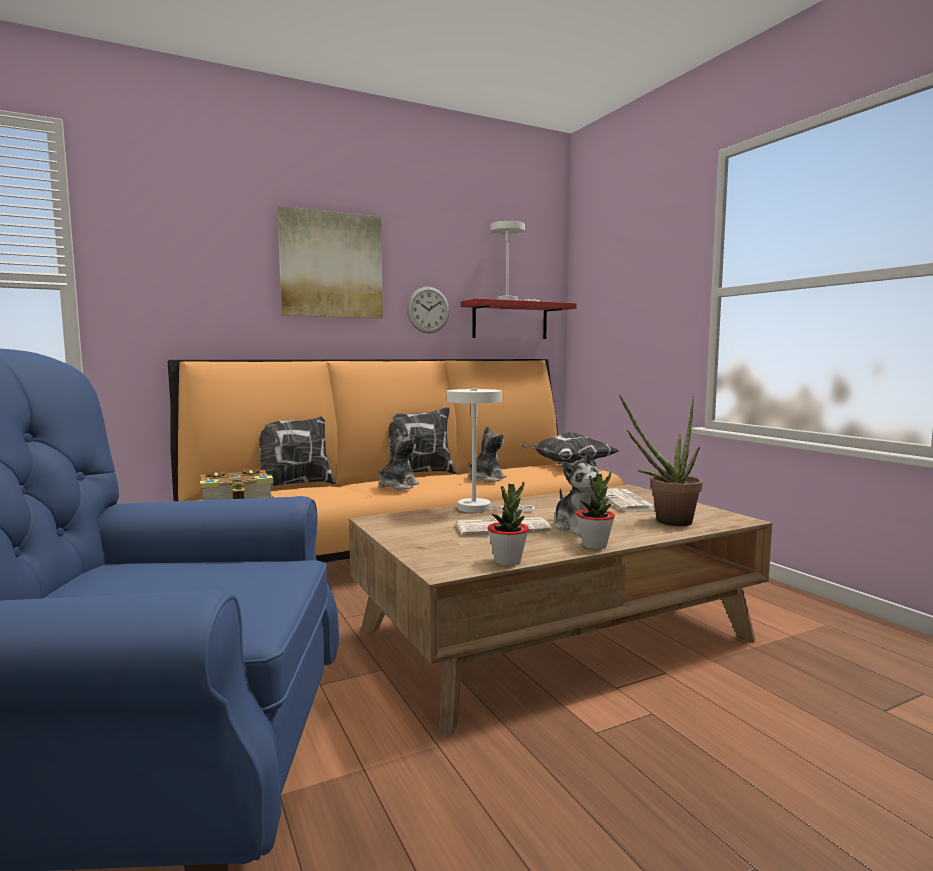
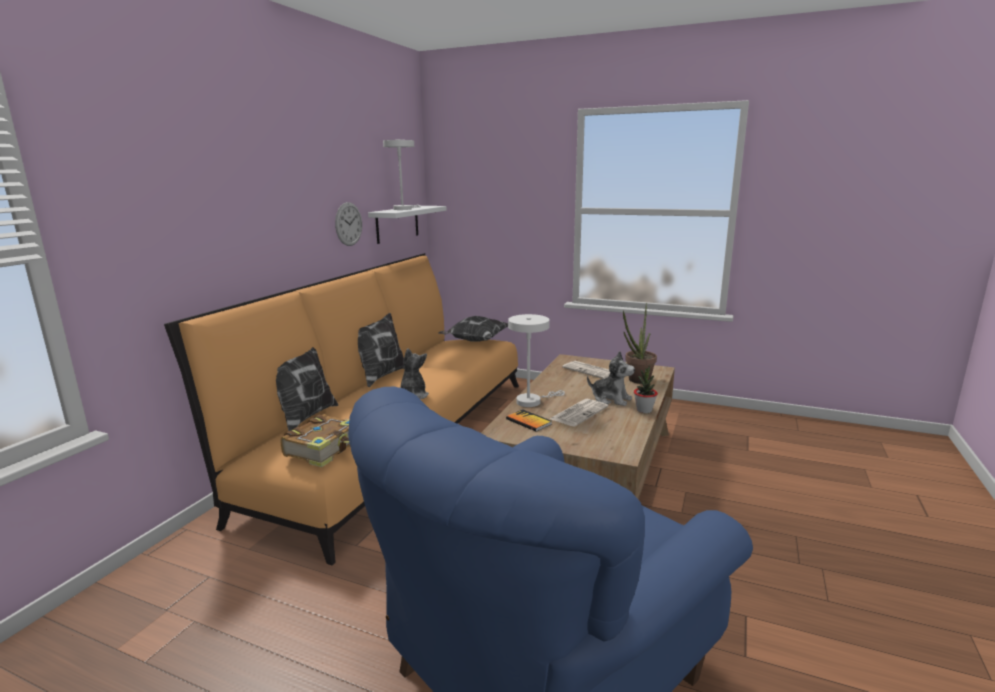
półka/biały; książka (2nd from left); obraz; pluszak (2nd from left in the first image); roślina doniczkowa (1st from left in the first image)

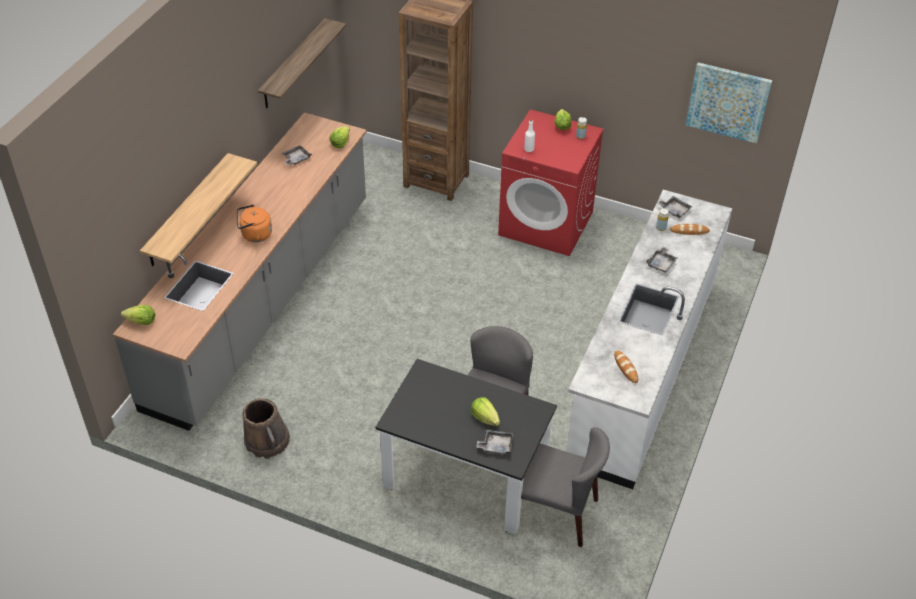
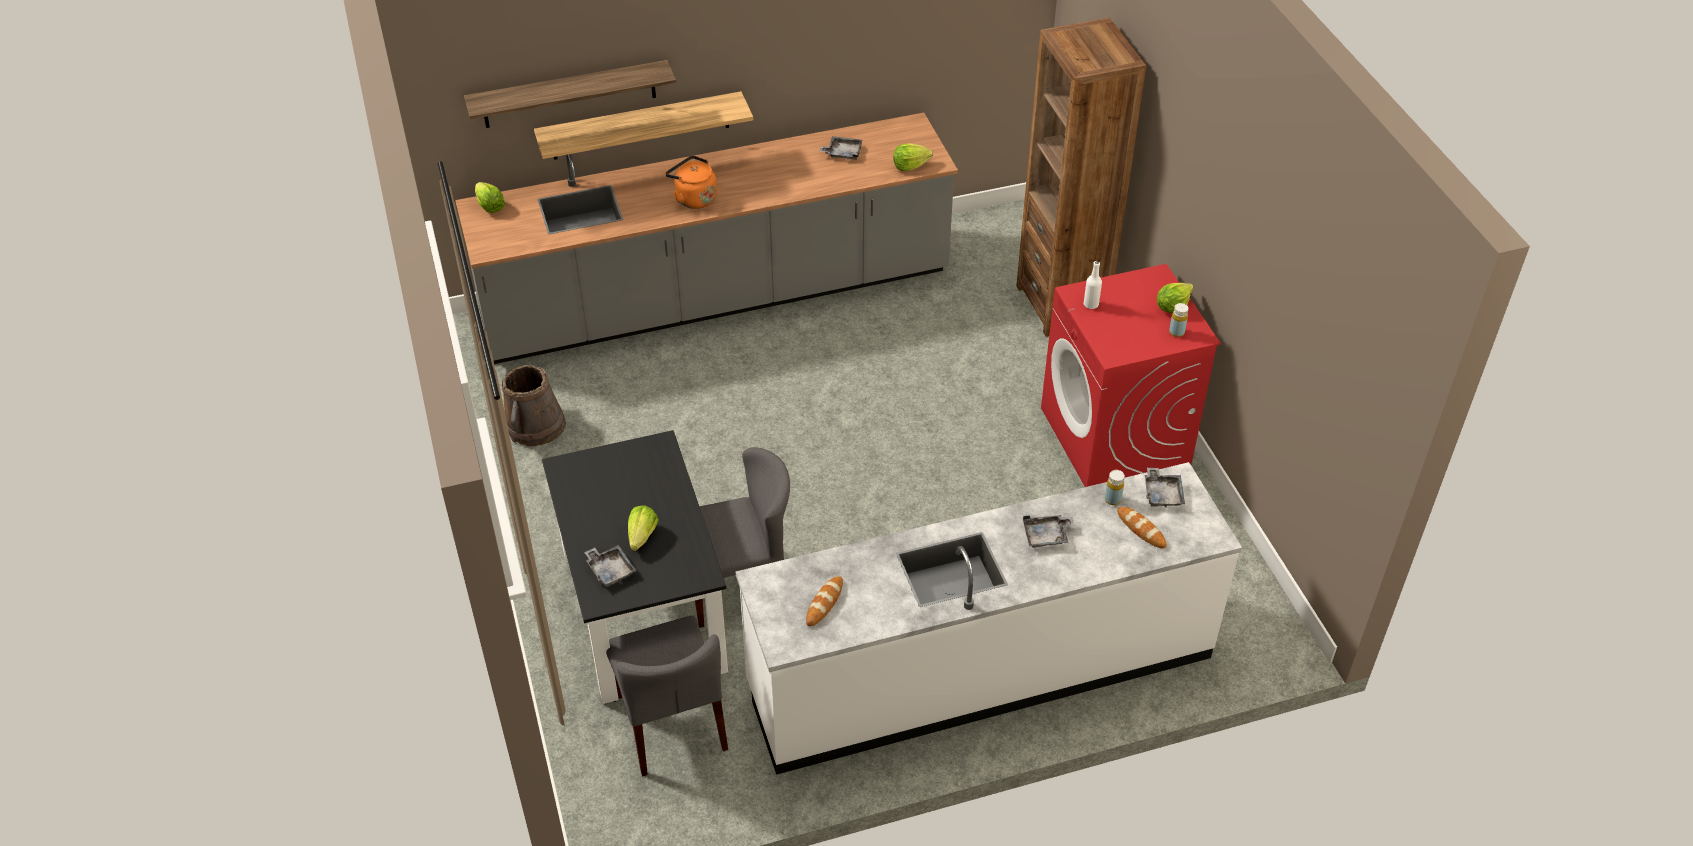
półka (1st from left); obraz

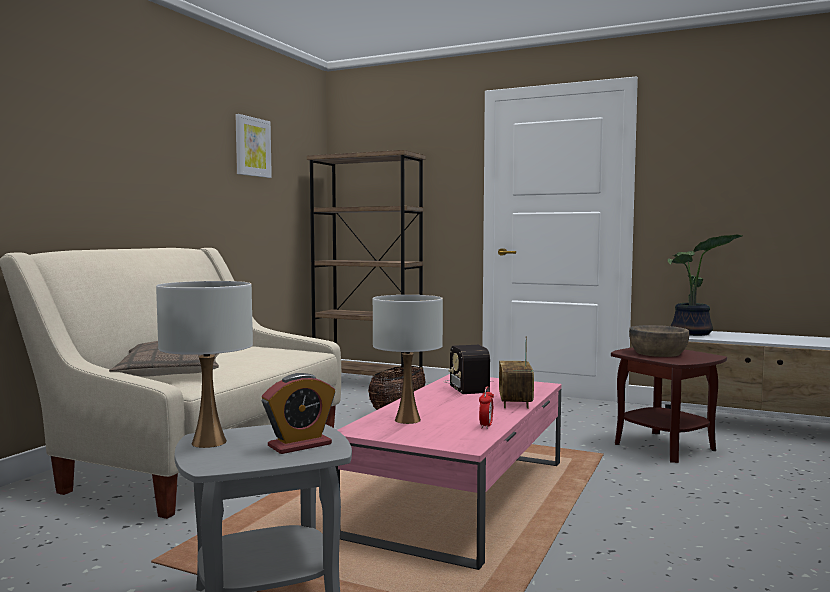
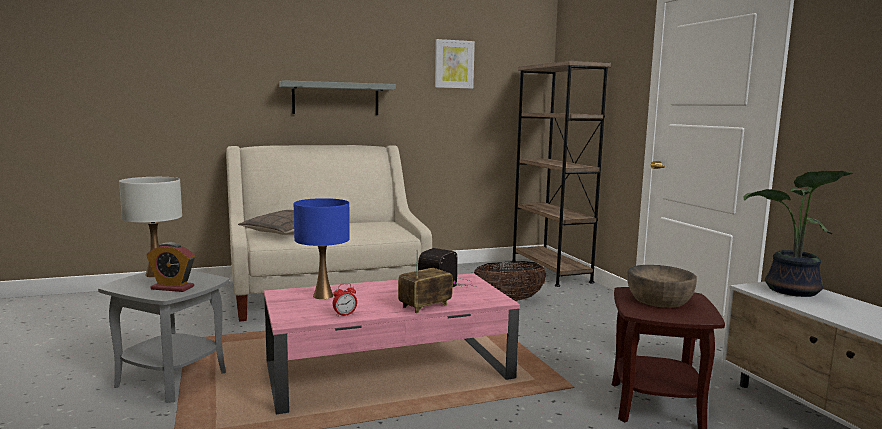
półka/szary; lampa stołowa/niebieski

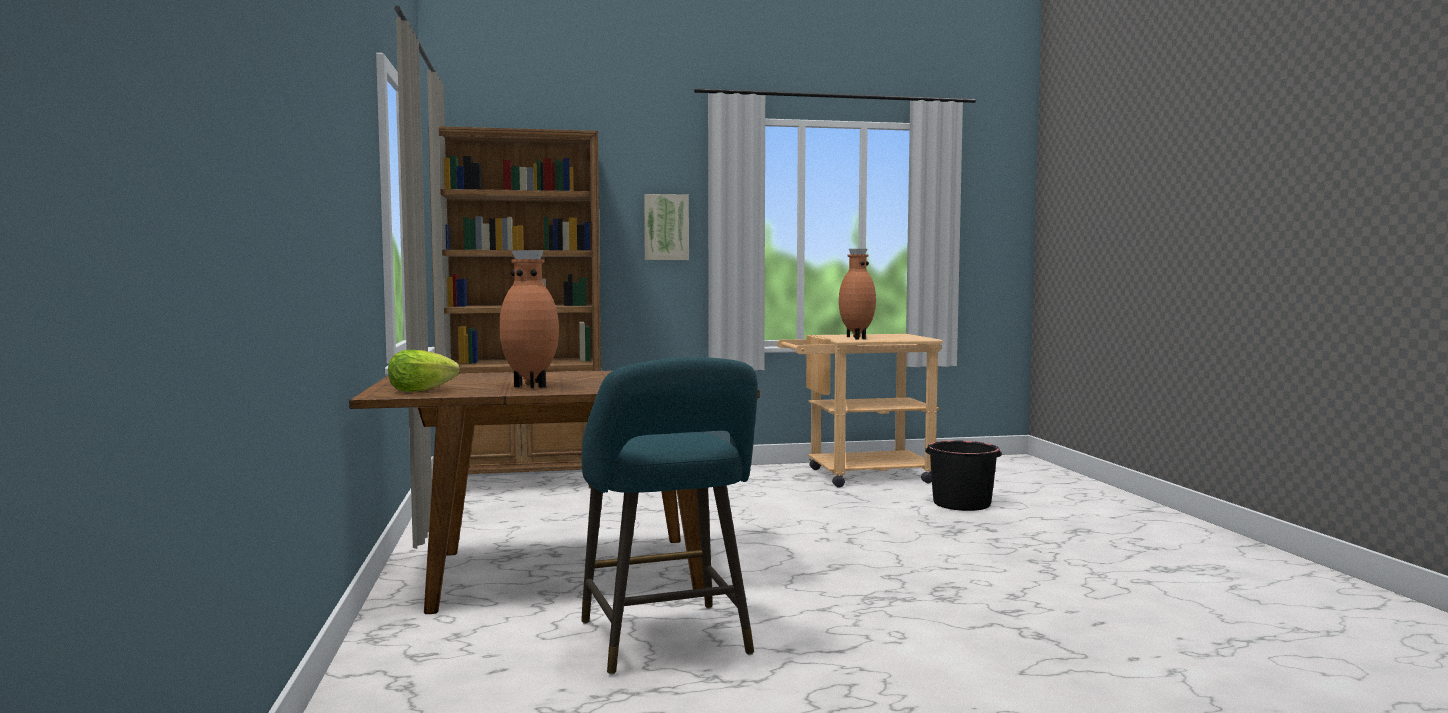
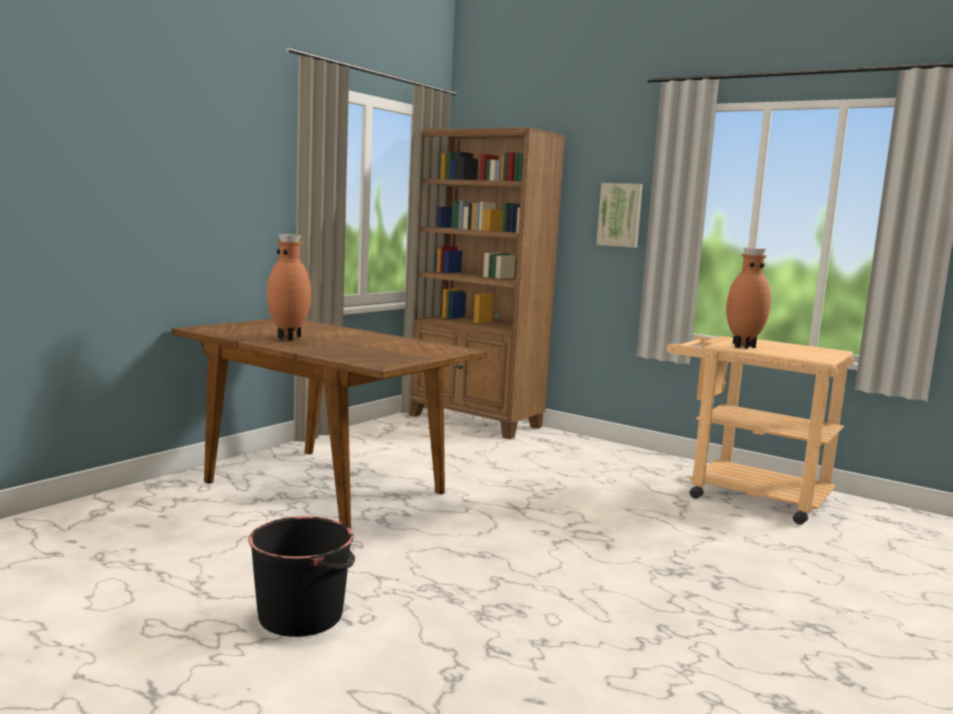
wiadro/czarny; sałata; stołek/turkusowy

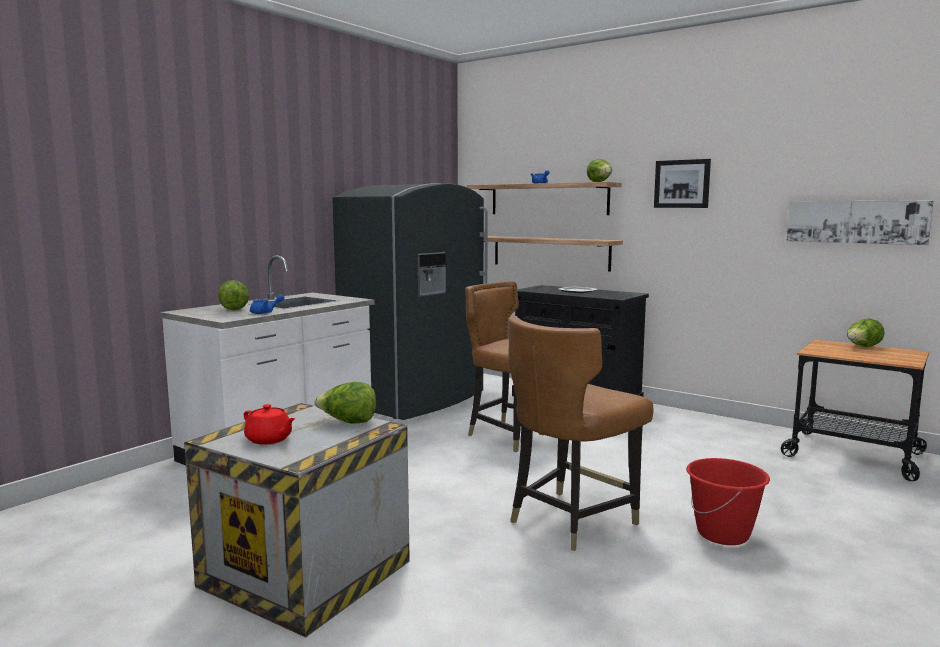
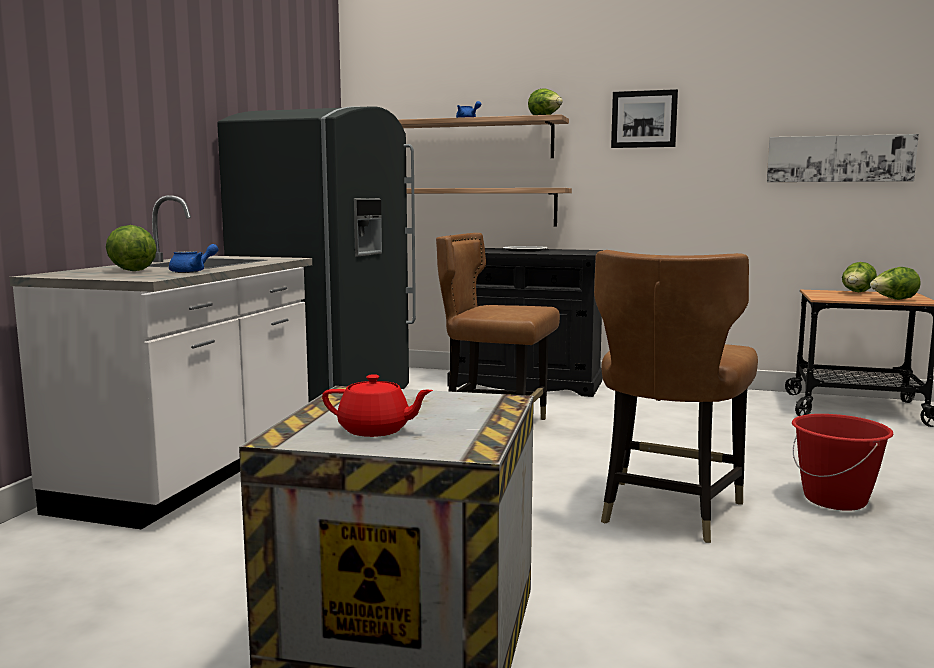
sałata (4th from left)

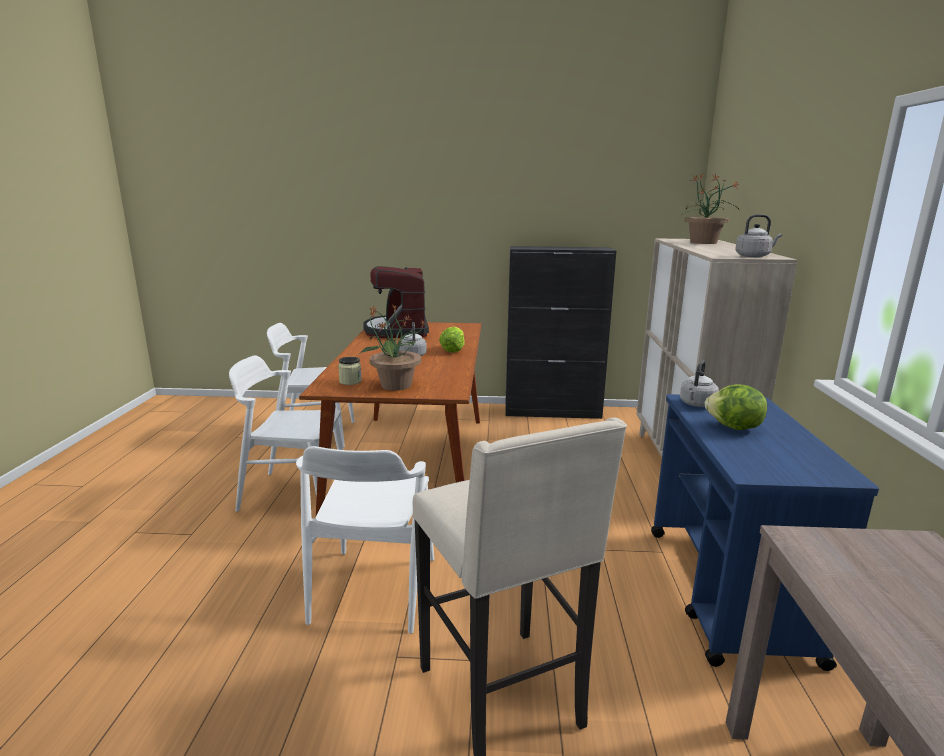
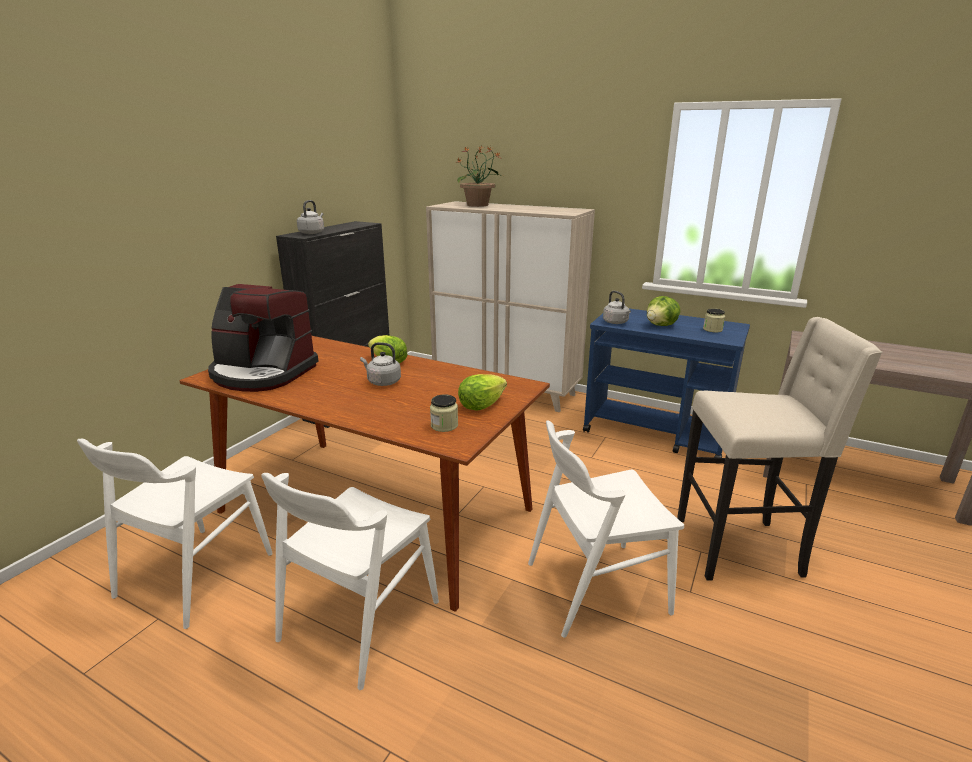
czajnik/szary (1st from left); sałata (2nd from left); krzesło/biały (3rd from left); słoik (2nd from left)

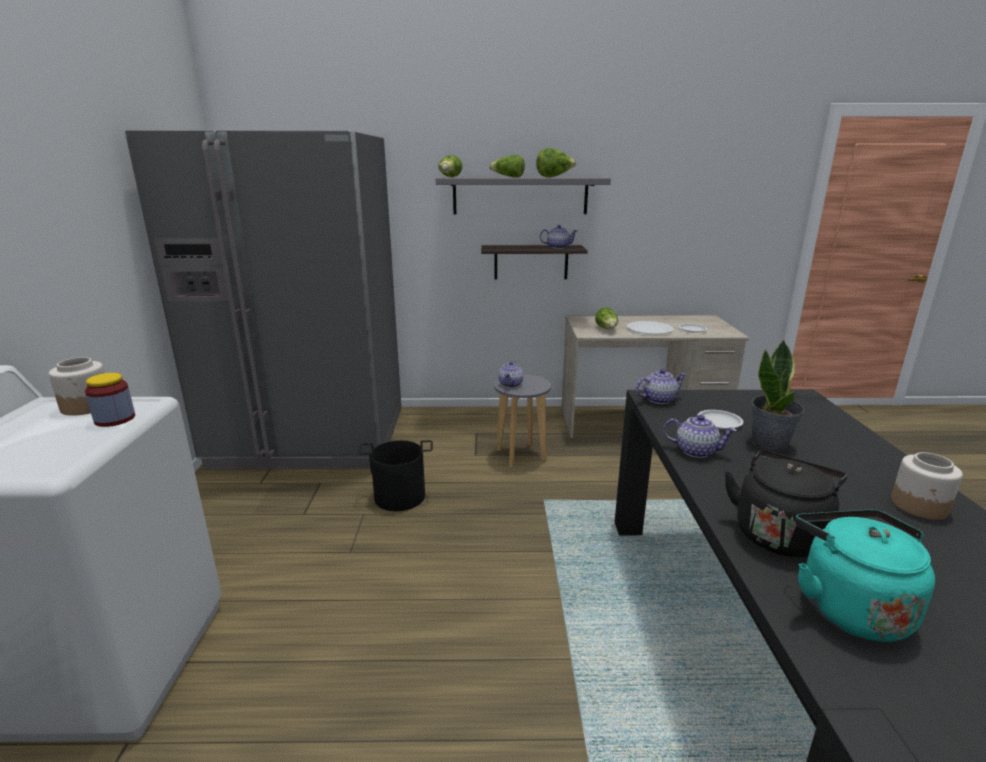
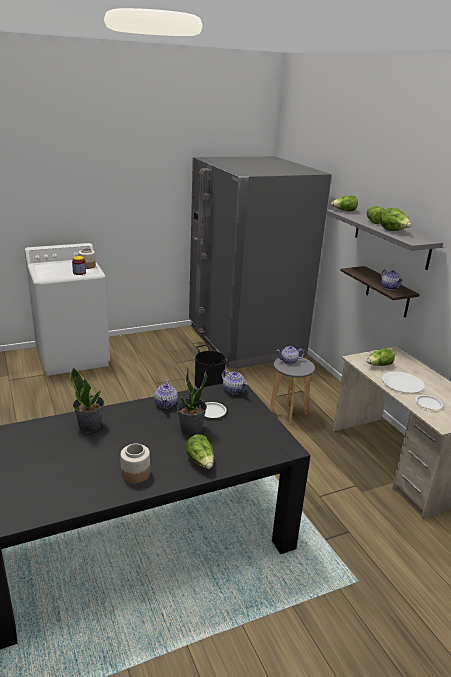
roślina doniczkowa (1st from left); sałata (1st from left); czajnik/turkusowy

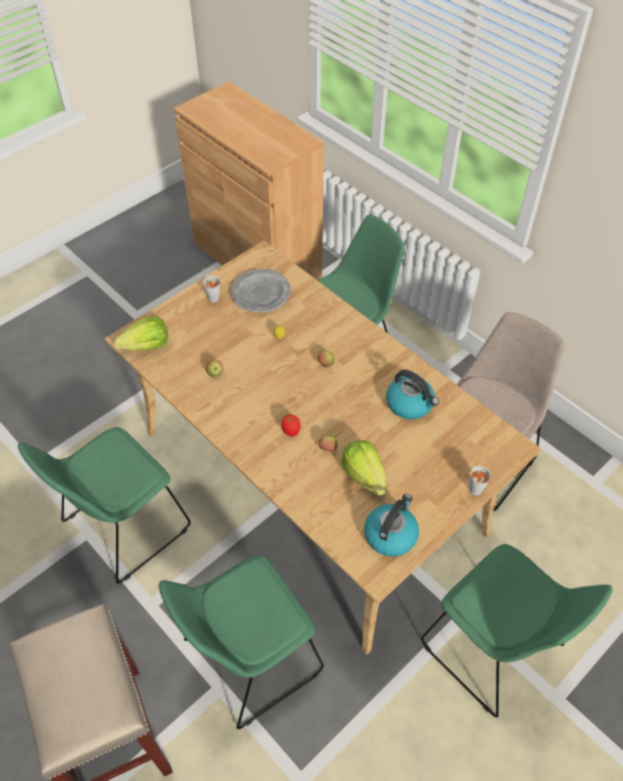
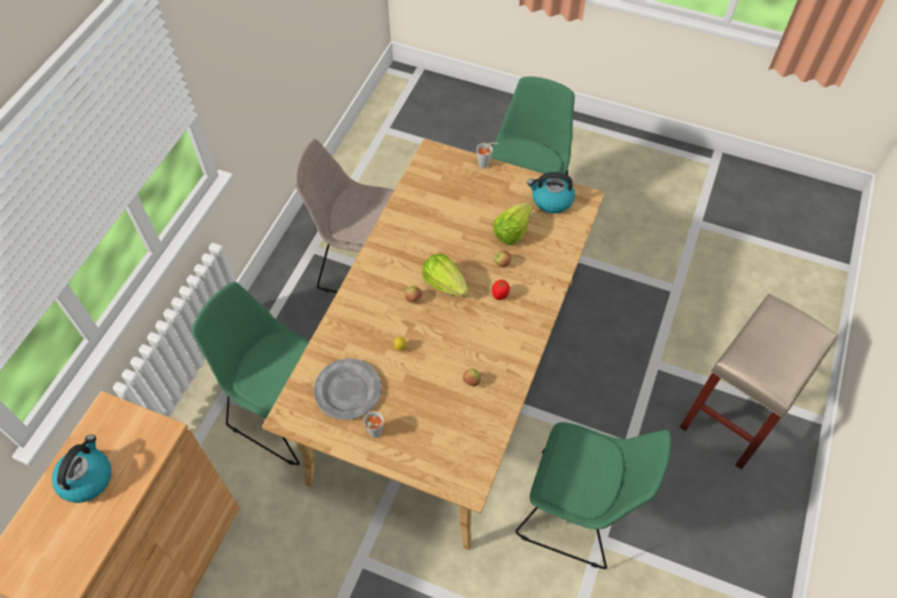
czajnik (1st from left); sałata (1st from left); krzesło/zielony (2nd from left in the first image)

